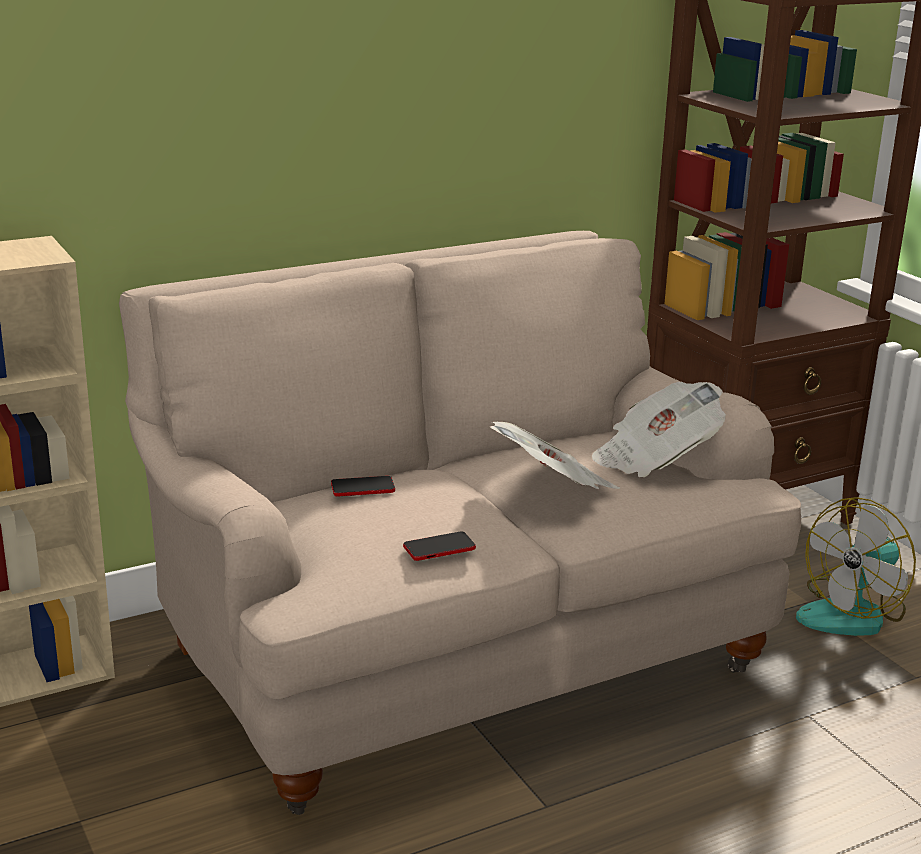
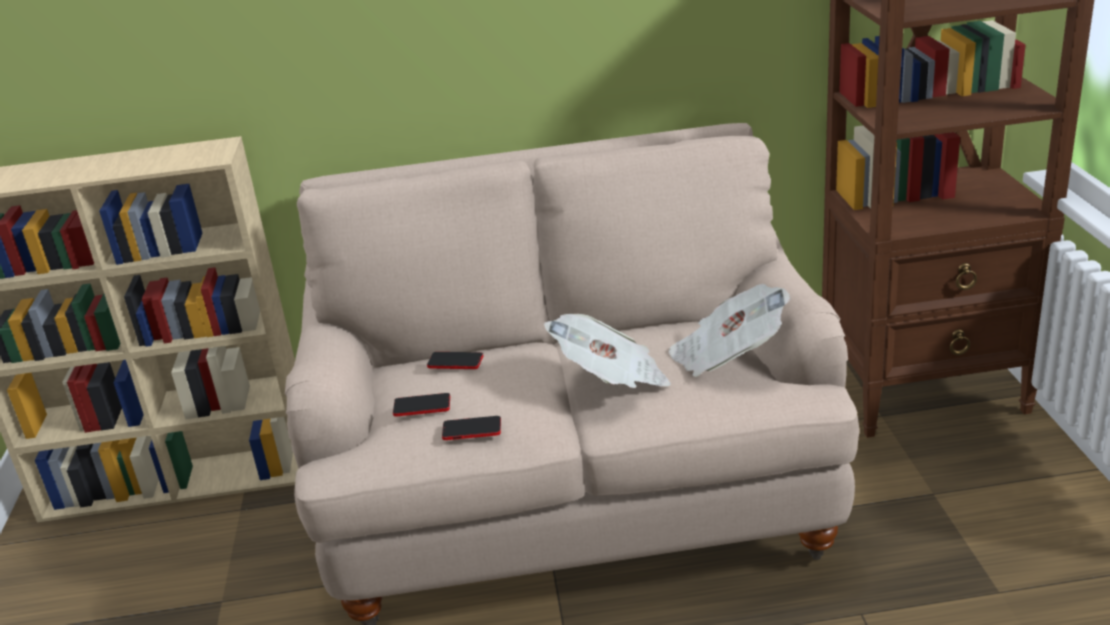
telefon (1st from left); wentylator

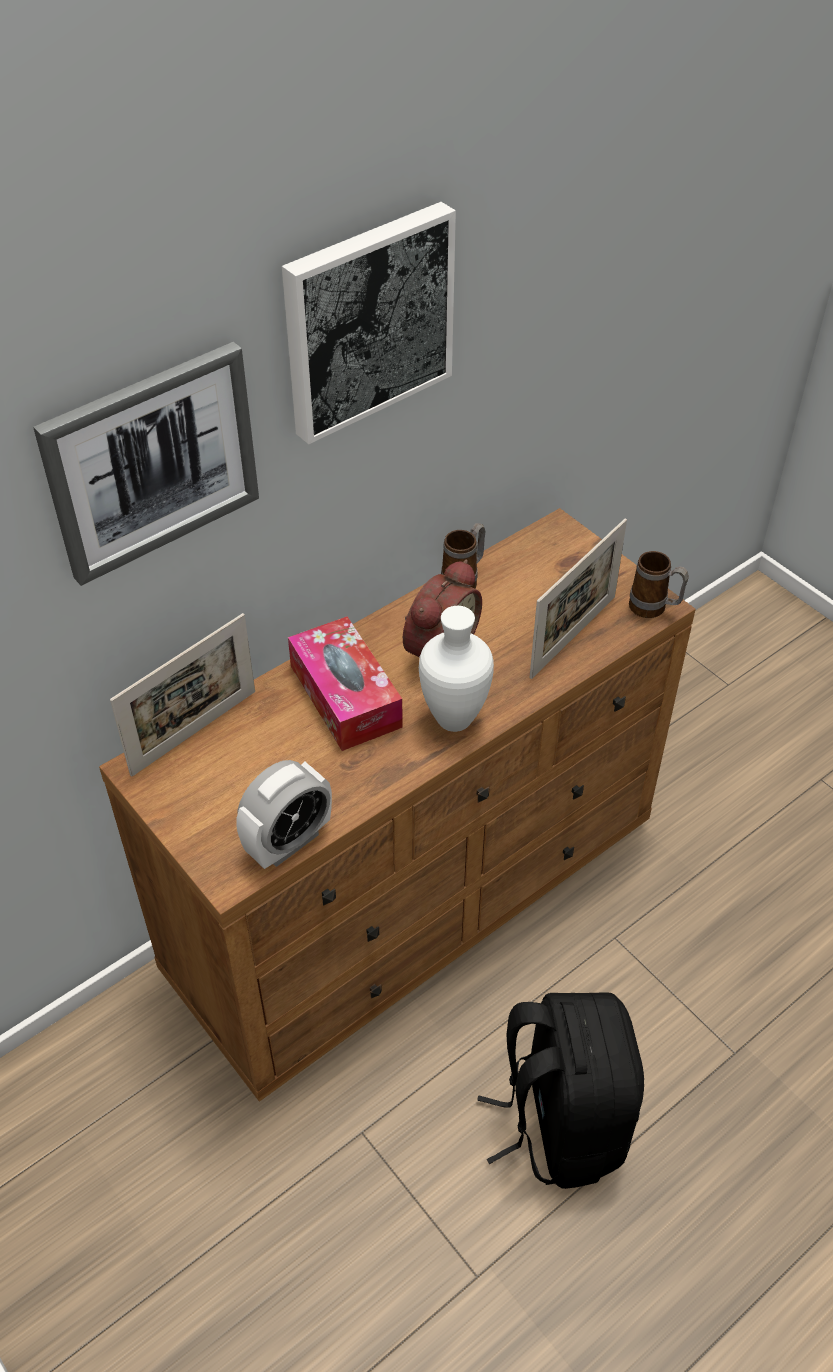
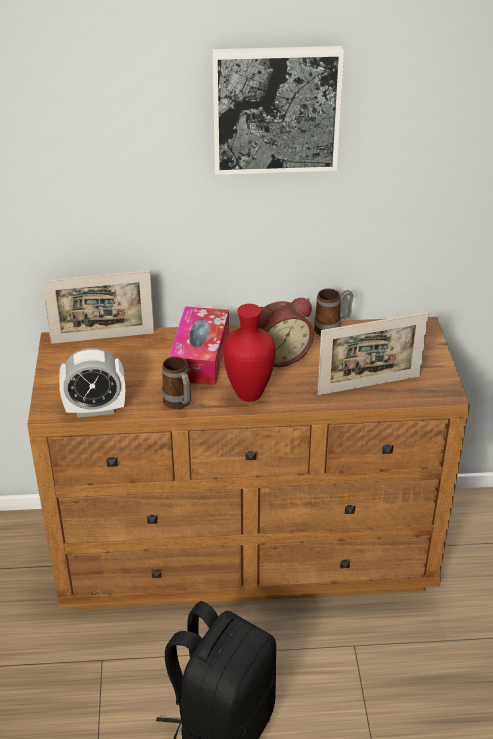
kubek (1st from left); wazon/czerwony; obraz (1st from left in the first image)

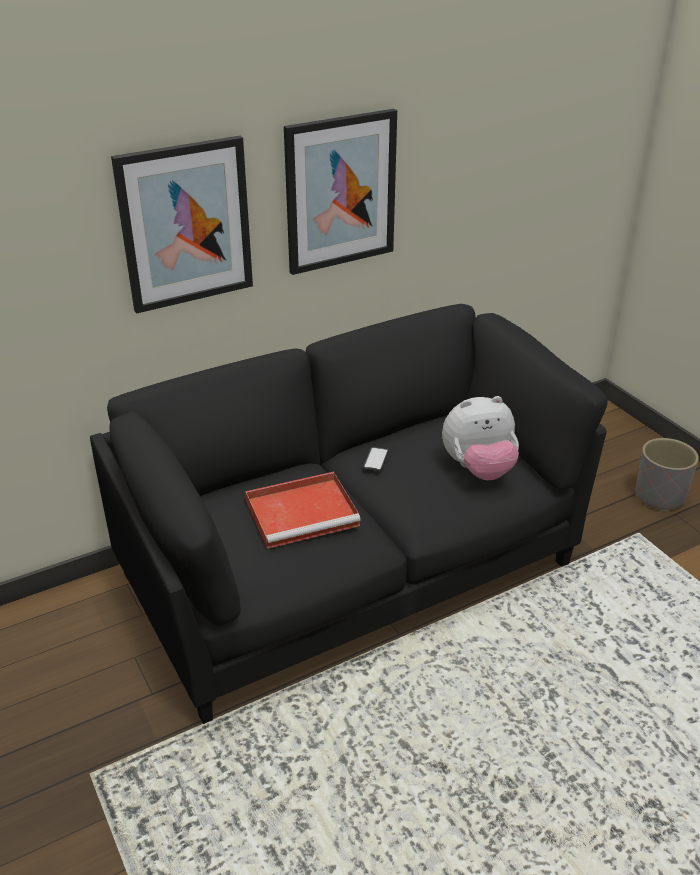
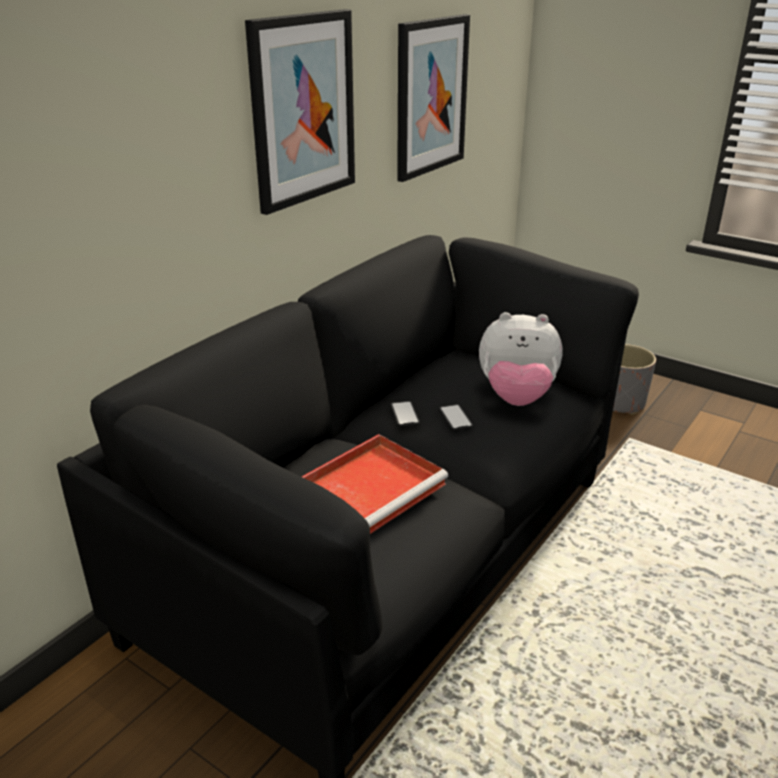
obraz (2nd from left); telefon (2nd from left); pluszak

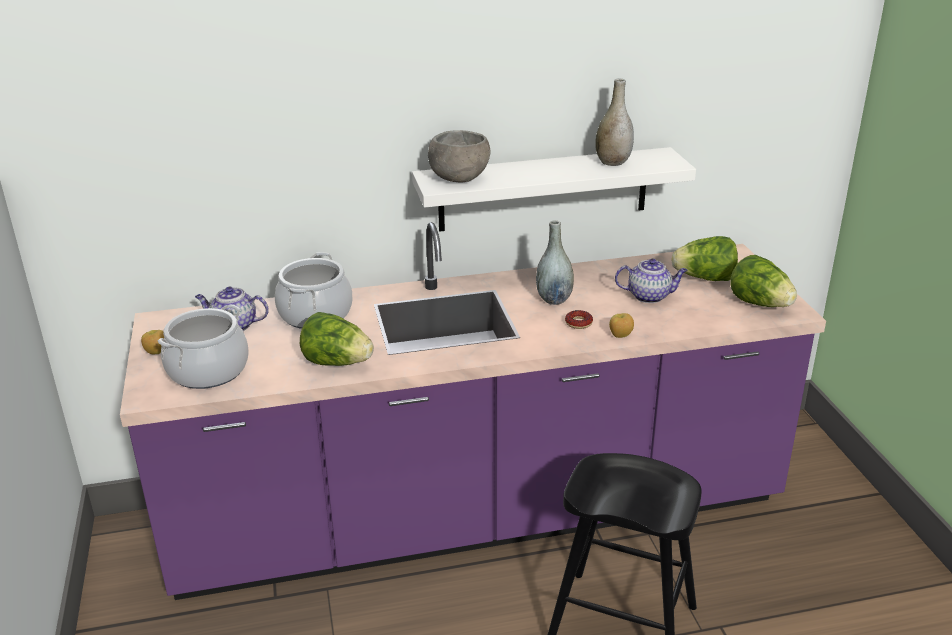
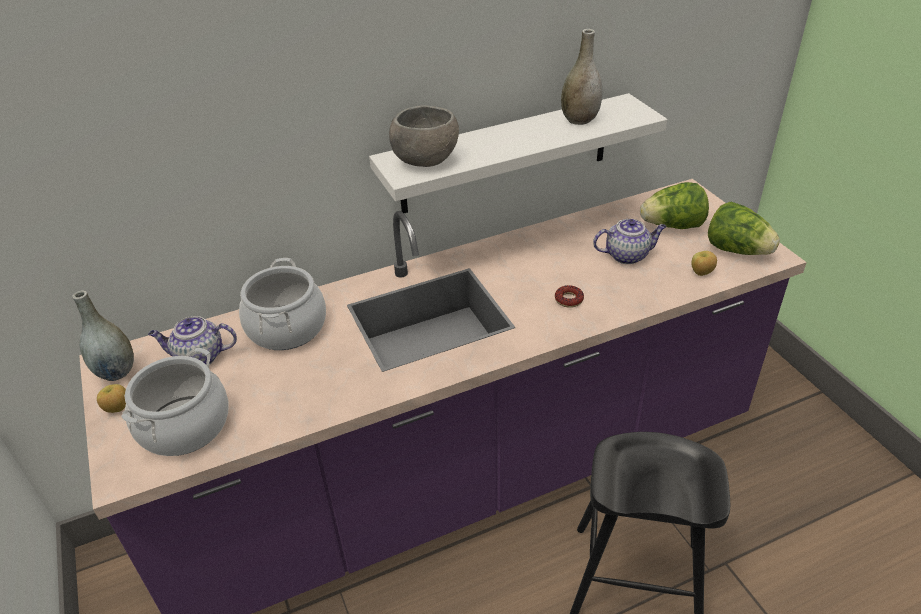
wazon/szary (1st from left); jabłko (2nd from left); sałata (1st from left in the first image)

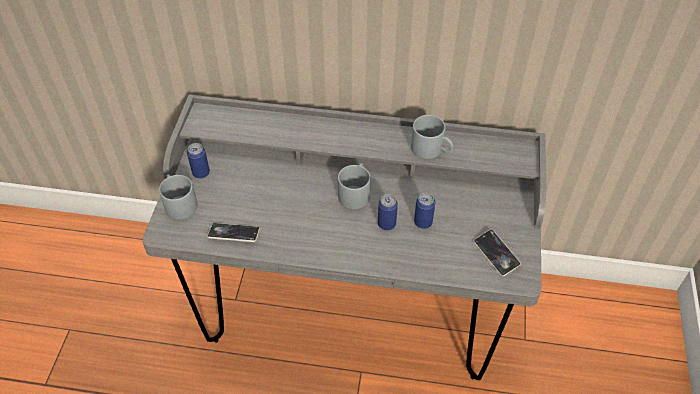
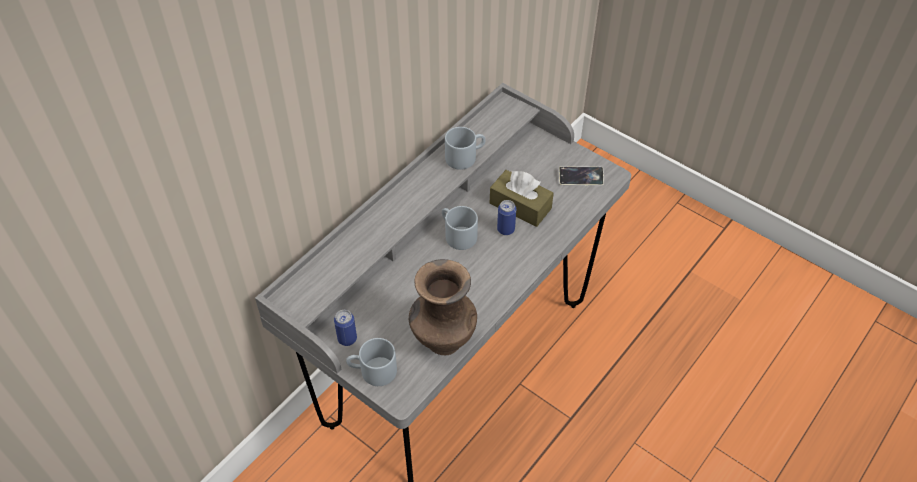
wazon/brązowy; pudełko chusteczek/brązowy

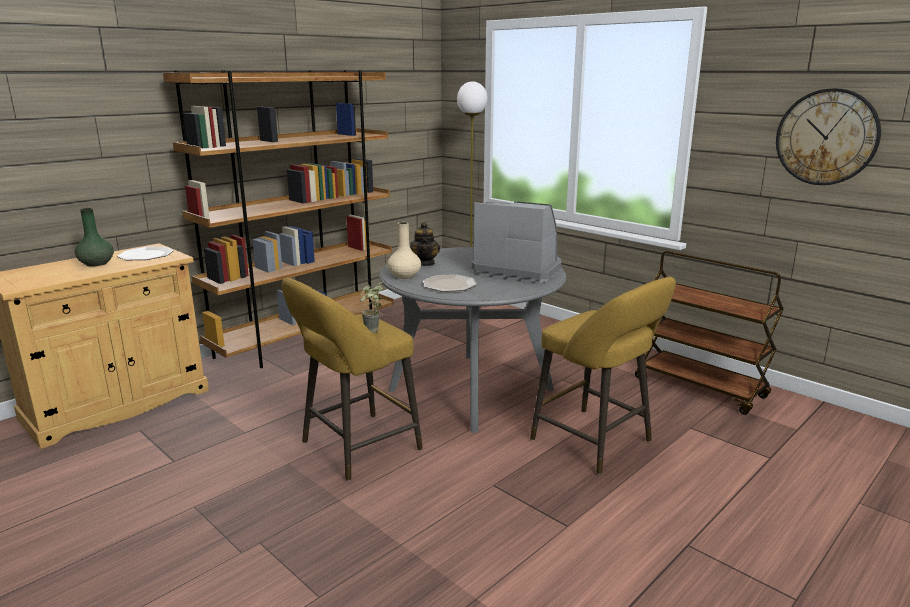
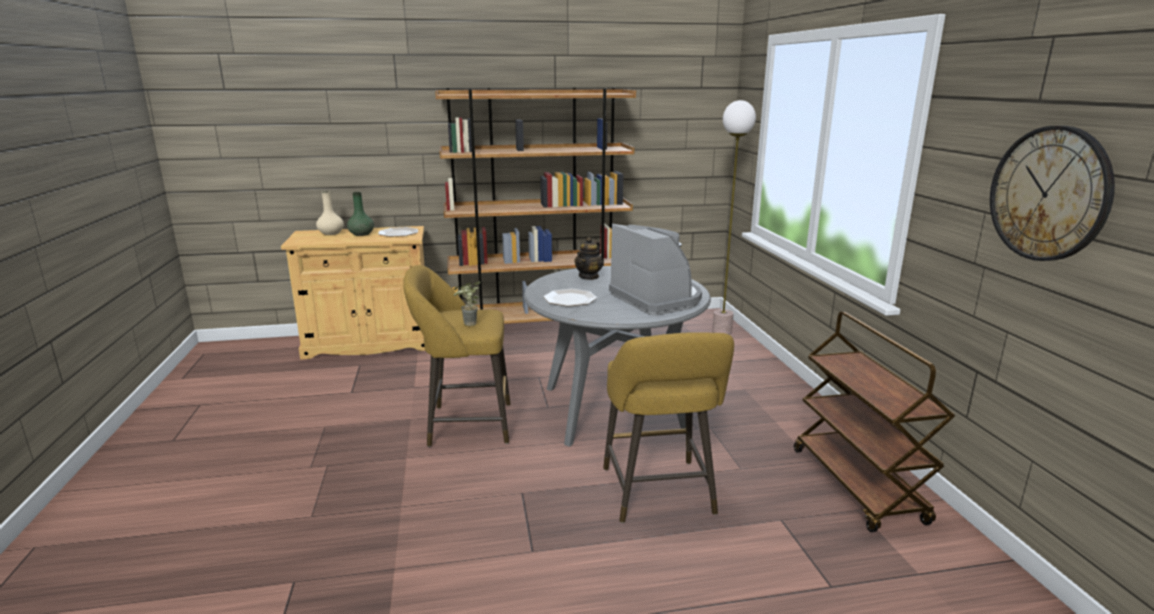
wazon/beżowy

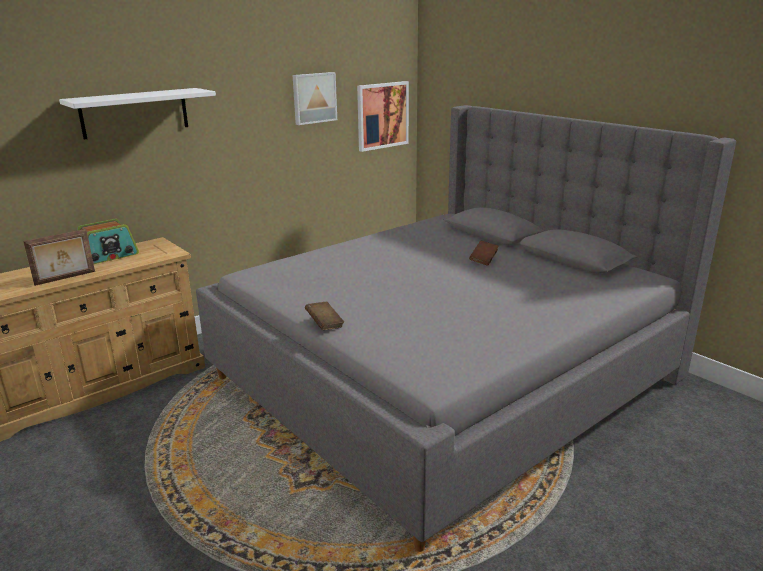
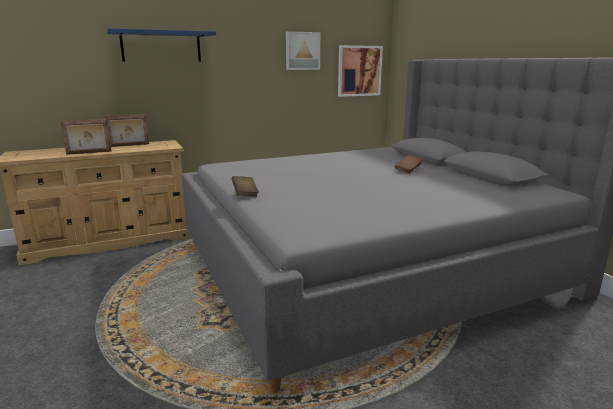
ramka na zdjęcie (2nd from left); półka/niebieski

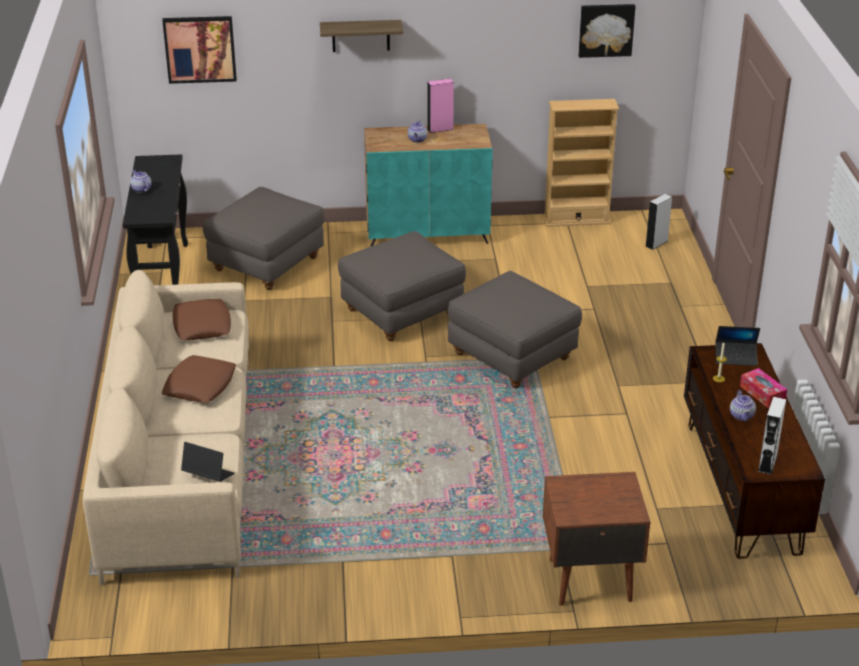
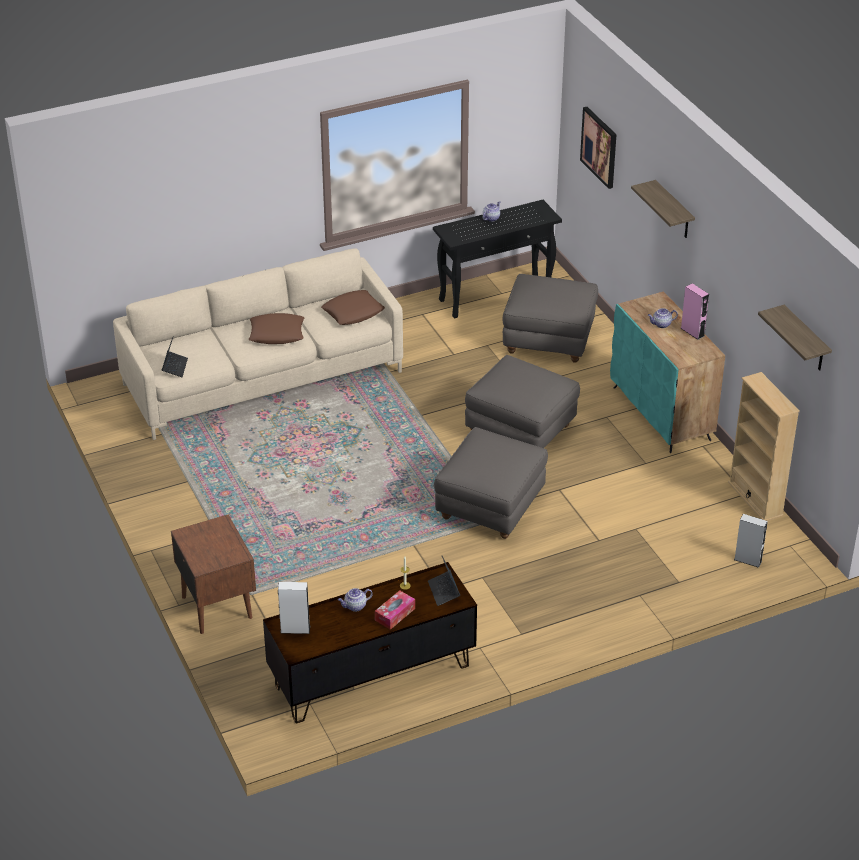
półka (2nd from left)

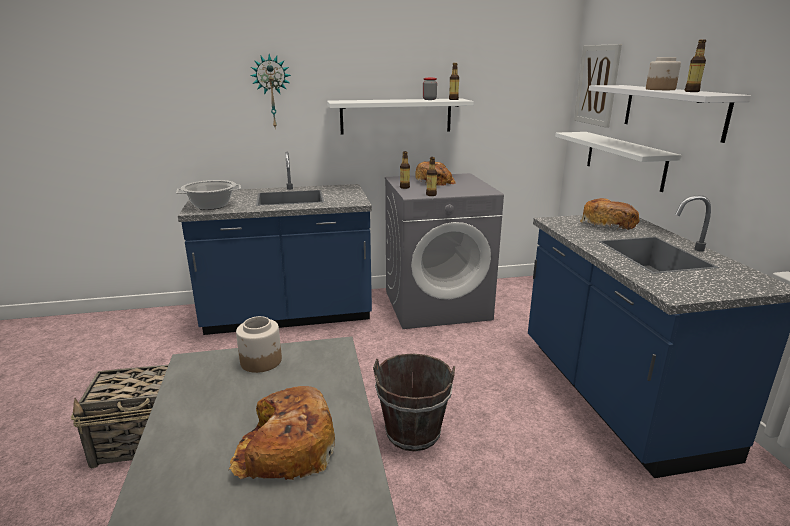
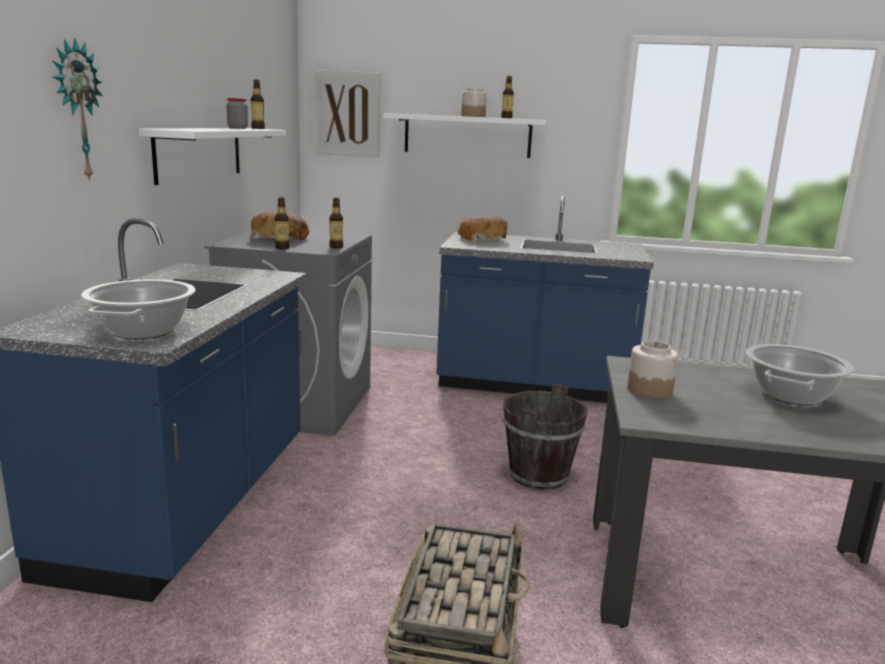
garnek (2nd from left); półka/biały (2nd from left in the first image)

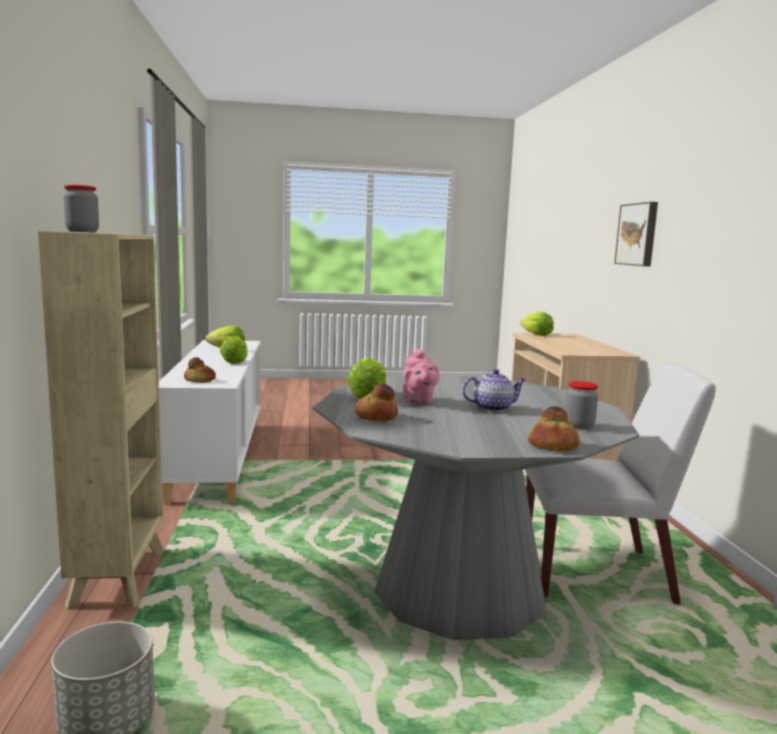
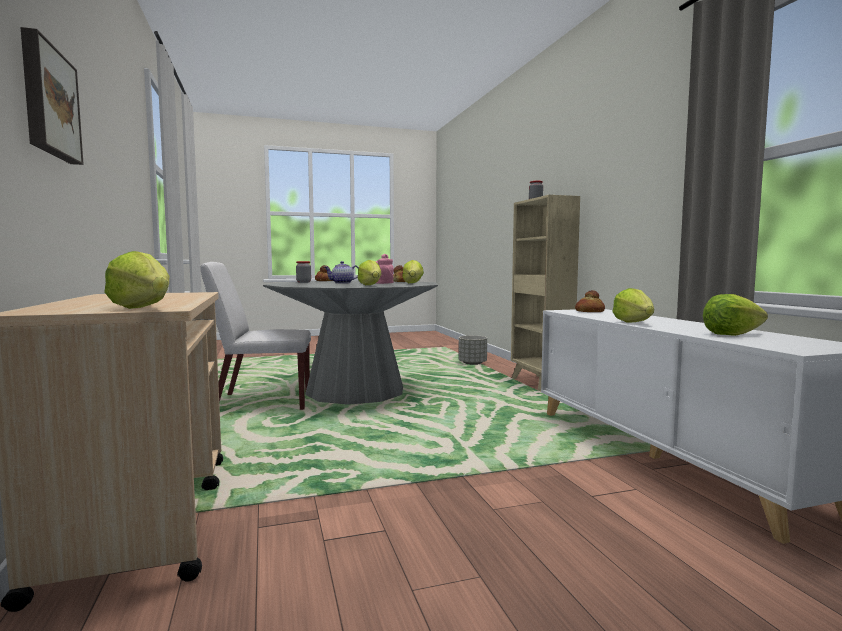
sałata (2nd from left)

